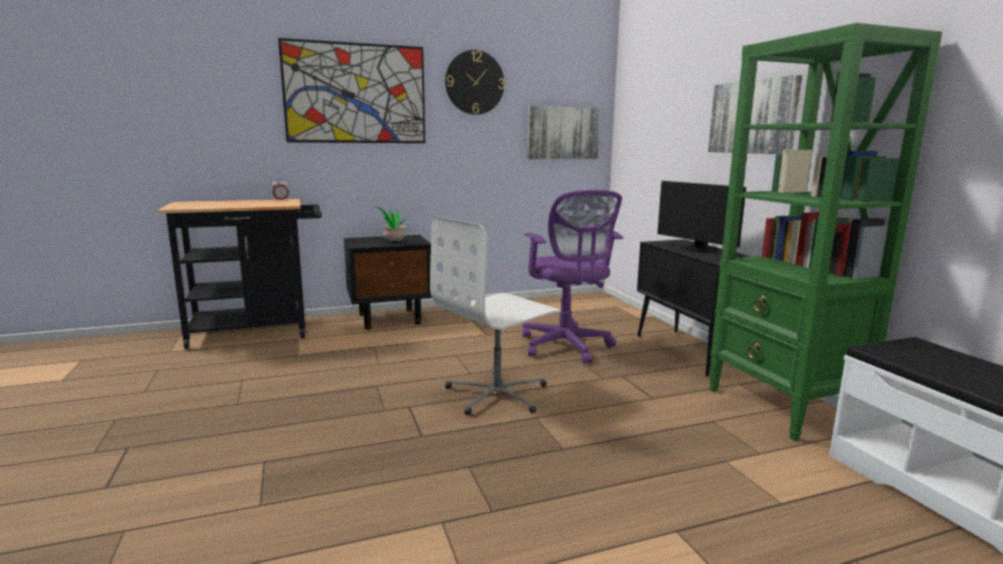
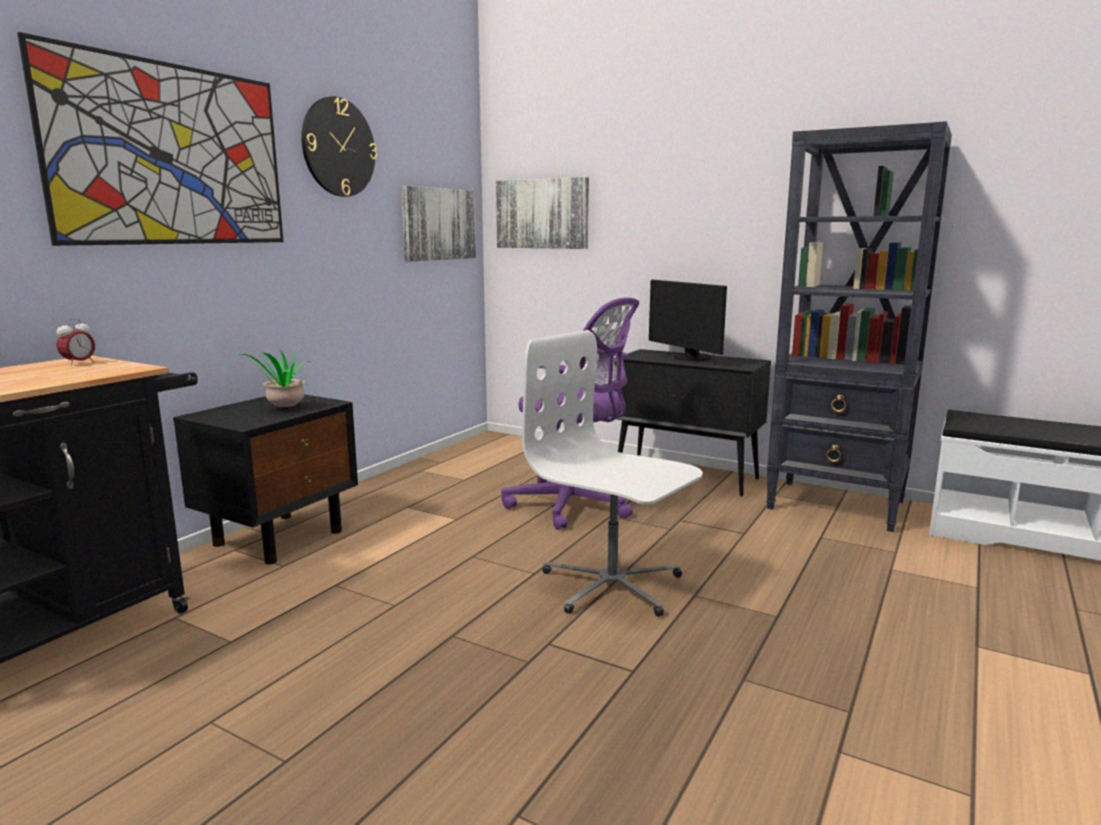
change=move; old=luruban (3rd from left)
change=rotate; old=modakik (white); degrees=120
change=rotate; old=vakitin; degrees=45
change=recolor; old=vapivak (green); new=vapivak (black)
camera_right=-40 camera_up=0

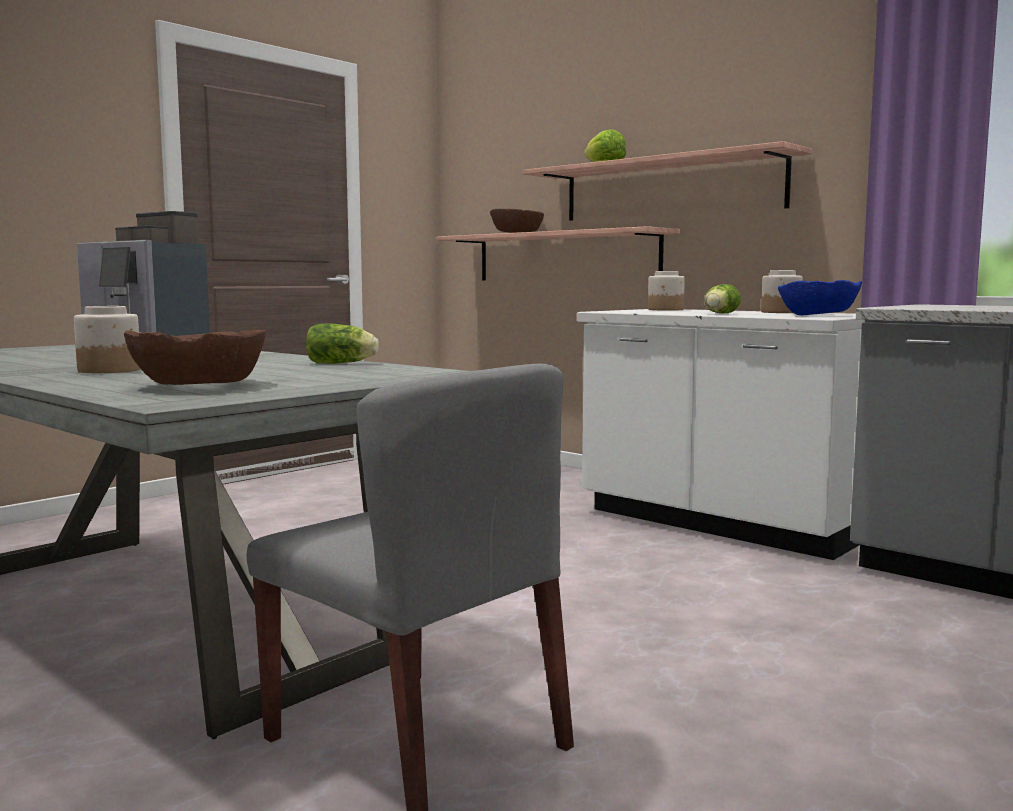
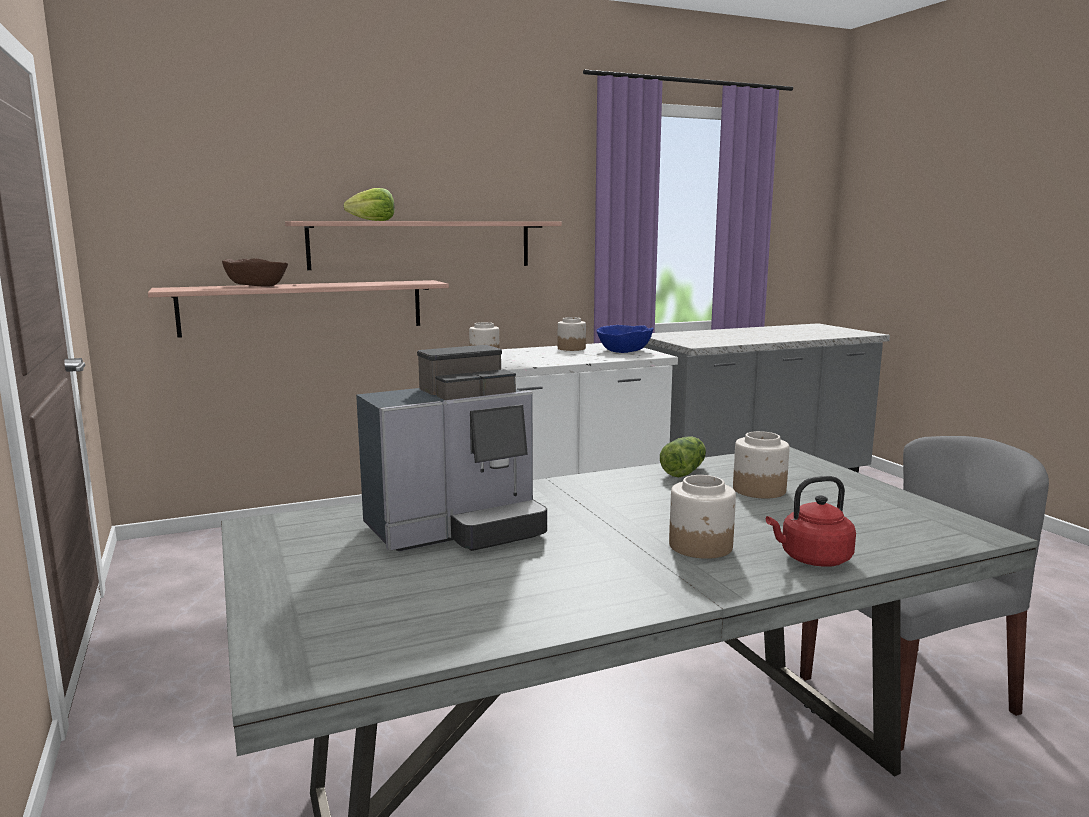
change=insert; new=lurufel (4th from left)
change=insert; new=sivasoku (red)
change=delete; old=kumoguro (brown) (1st from left)
change=delete; old=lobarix (3rd from left)
camera_right=-65 camera_up=5

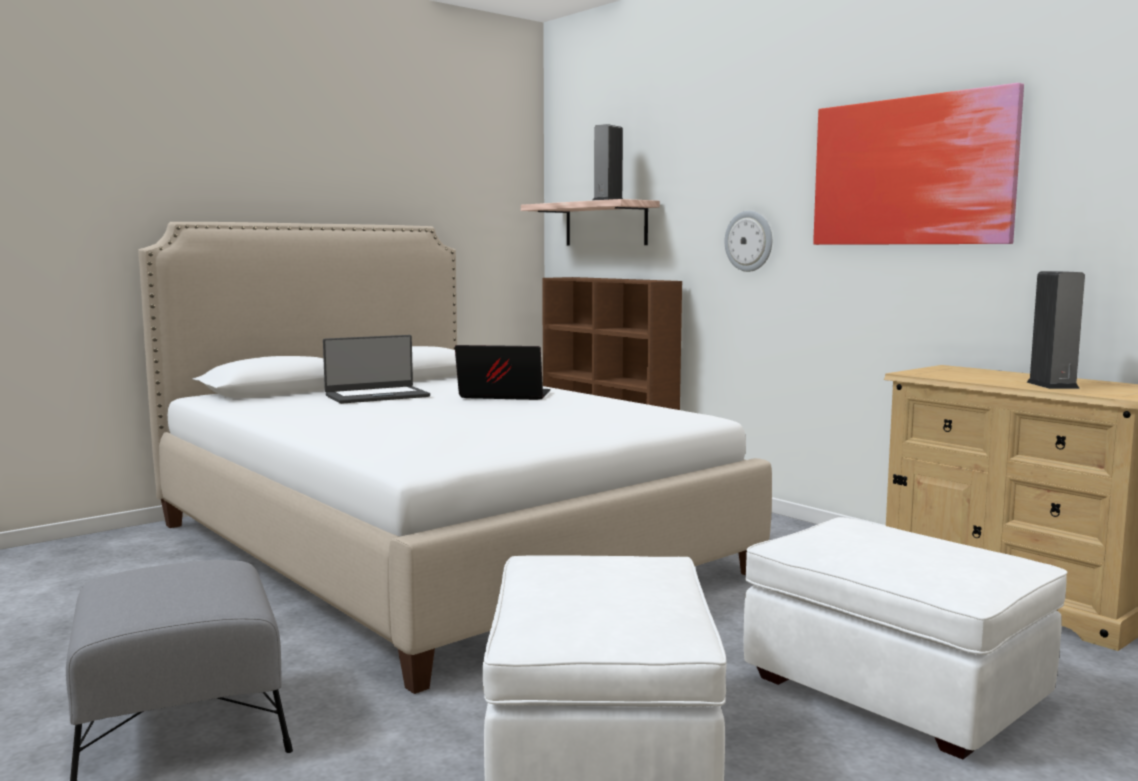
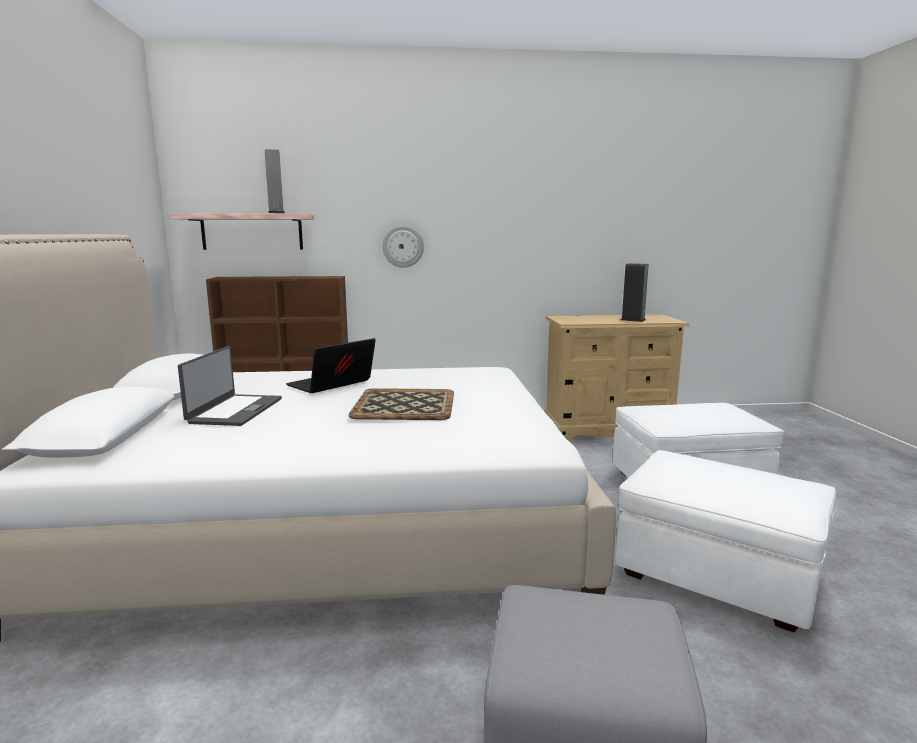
change=insert; new=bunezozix
change=delete; old=luruban
camera_right=-55 camera_up=5

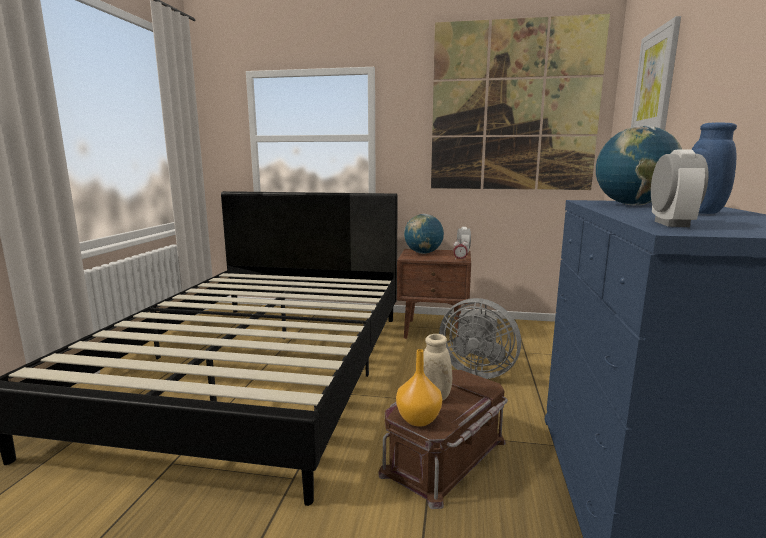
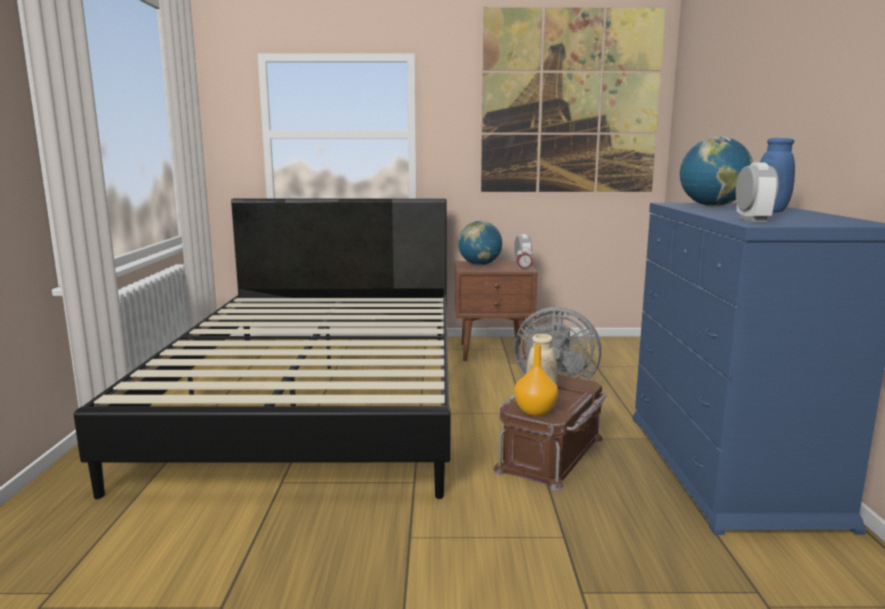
change=delete; old=luruban (2nd from left)
camera_right=-10 camera_up=0

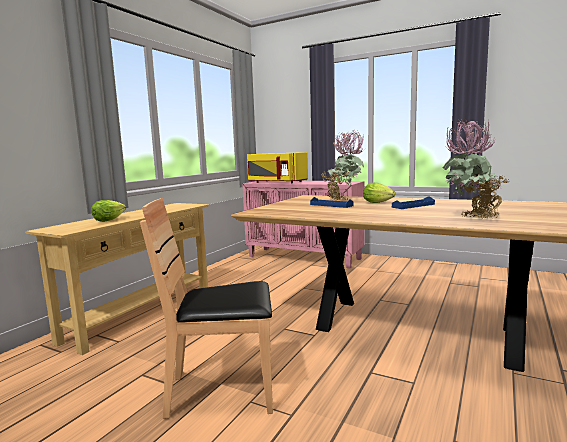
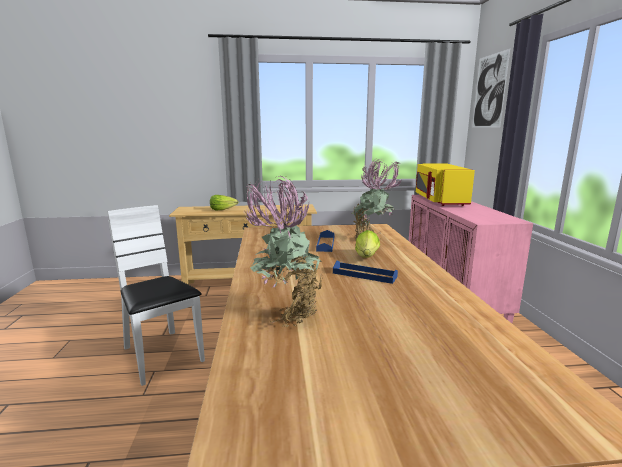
change=recolor; old=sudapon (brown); new=sudapon (white)
change=insert; new=luruban
camera_right=55 camera_up=5

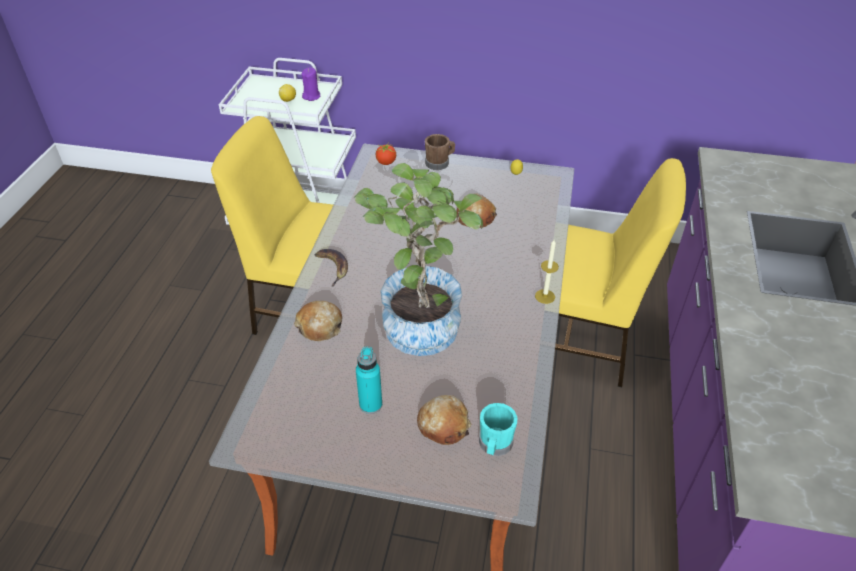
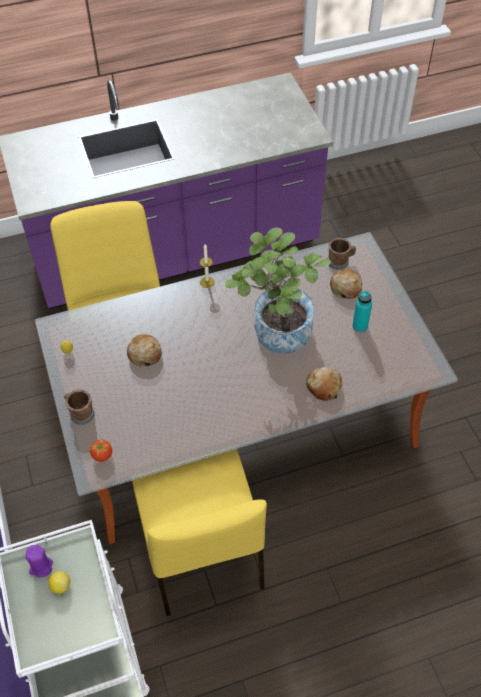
change=recolor; old=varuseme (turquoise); new=varuseme (brown) (2nd from left)
change=delete; old=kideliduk
camera_right=-120 camera_up=10

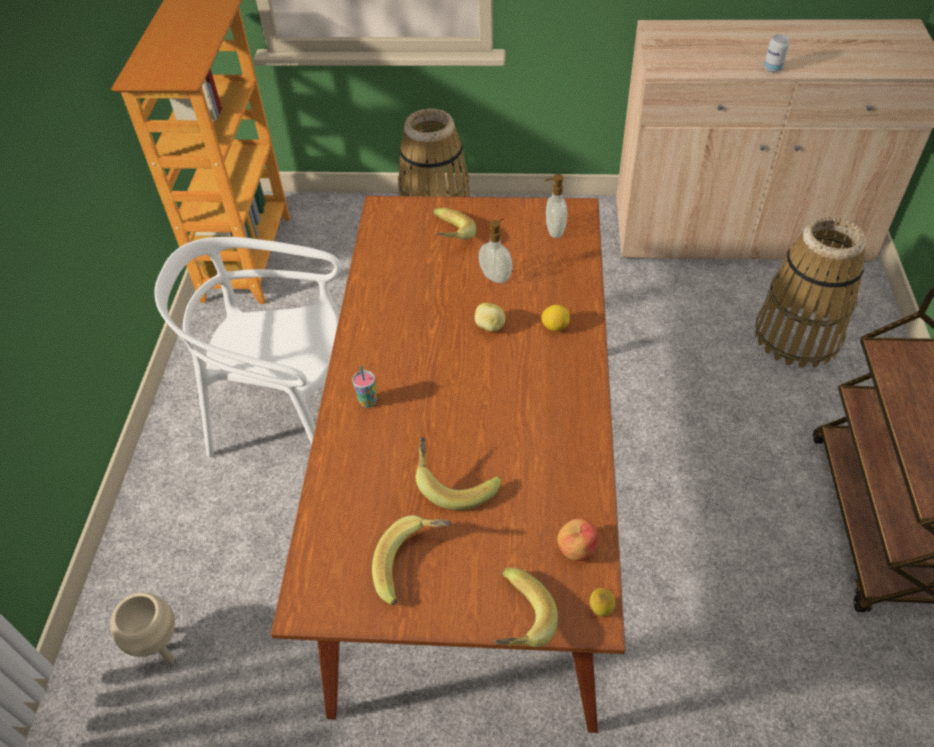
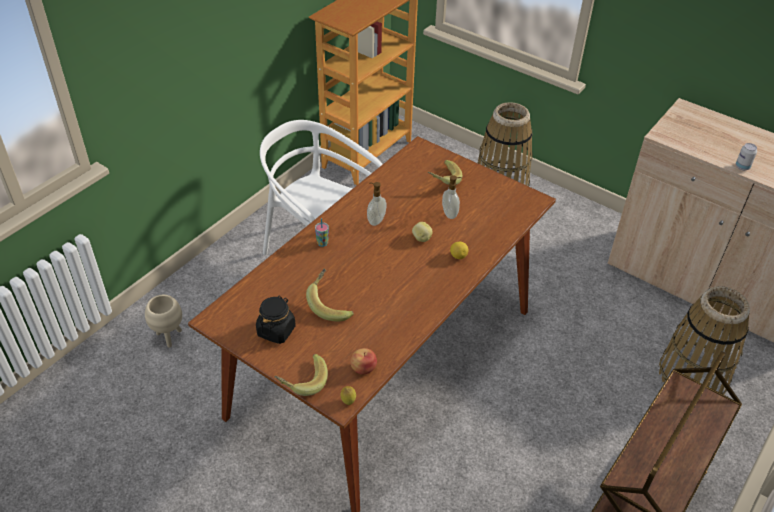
change=replace; old=kideliduk (1st from left); new=lurufel (black)
change=move; old=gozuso (2nd from left in the first image); new=gozuso (1st from left)
camera_right=30 camera_up=-5

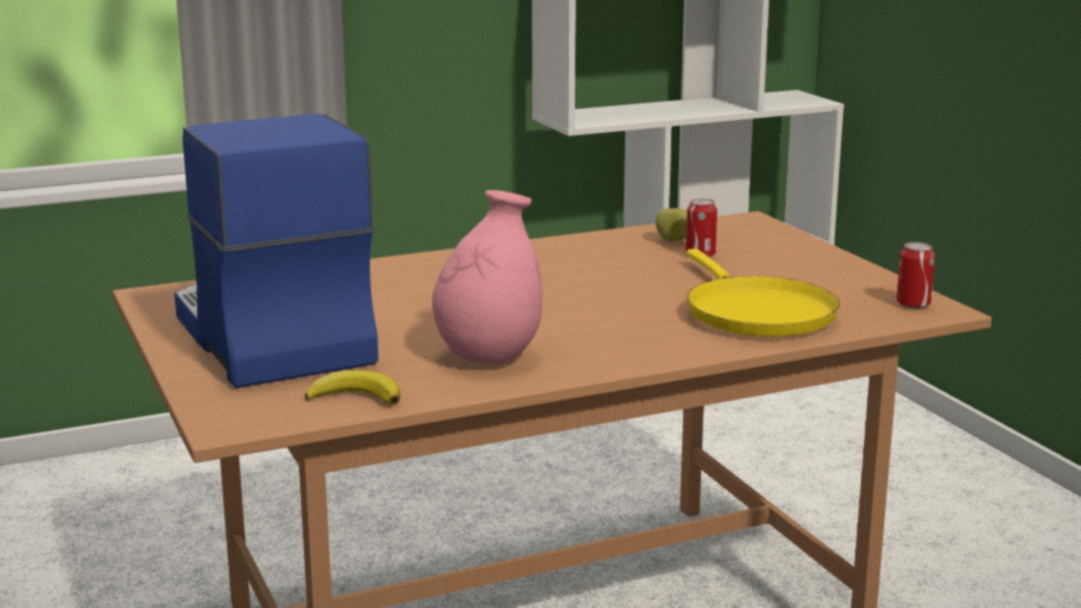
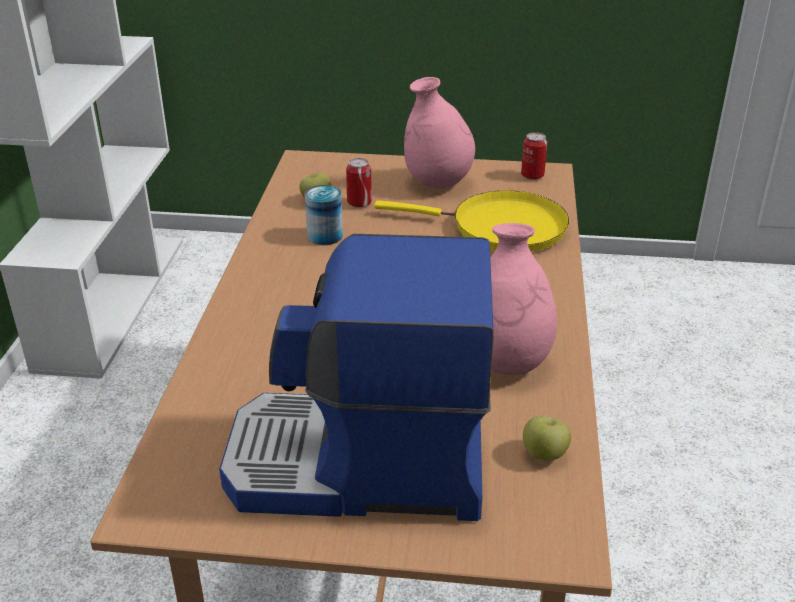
change=insert; new=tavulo (1st from left)
change=insert; new=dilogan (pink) (1st from left)
change=replace; old=kideliduk; new=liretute (2nd from left)
camera_right=-60 camera_up=15

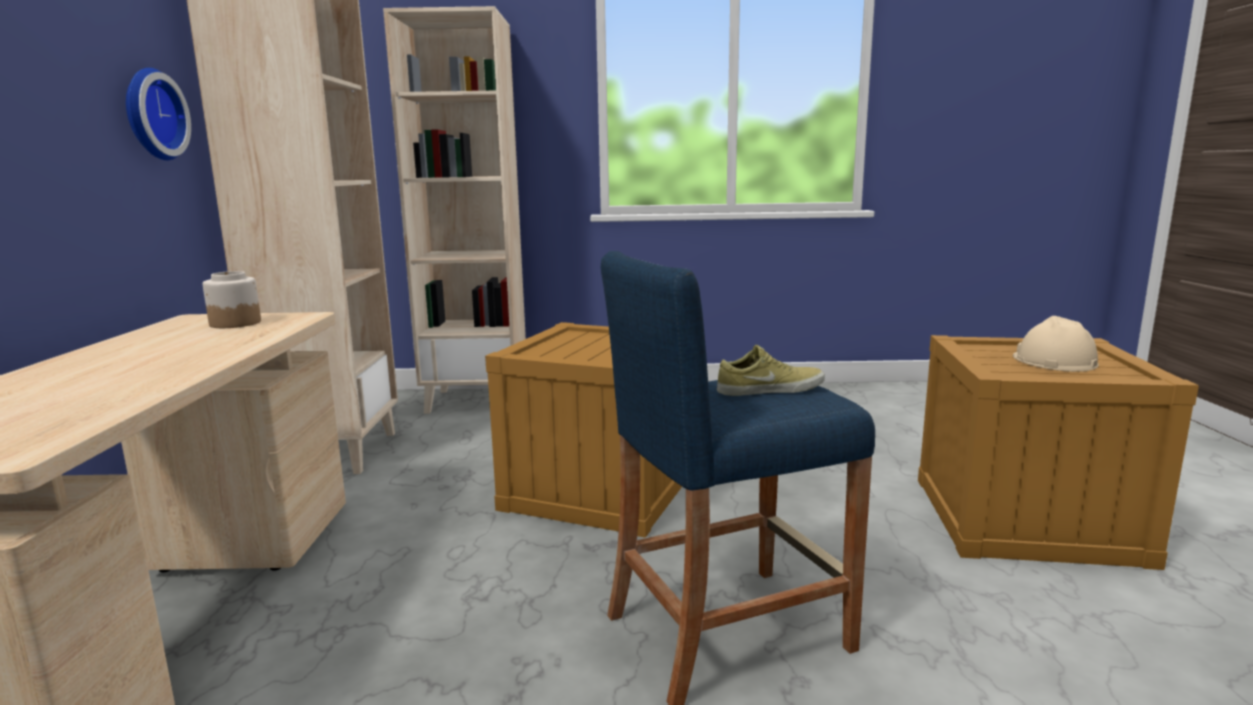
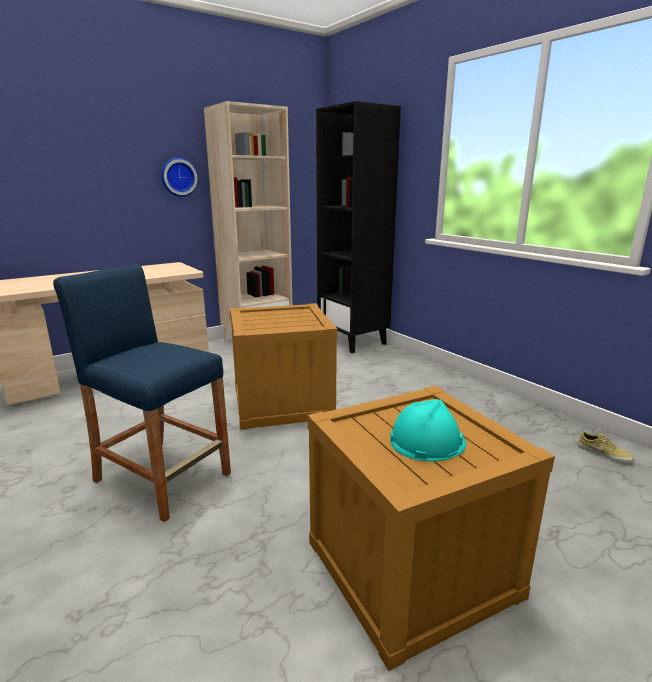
change=recolor; old=vapivak (beige) (2nd from left); new=vapivak (black)
change=recolor; old=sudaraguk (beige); new=sudaraguk (turquoise)
change=move; old=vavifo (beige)
change=delete; old=lurufel
camera_right=55 camera_up=5

